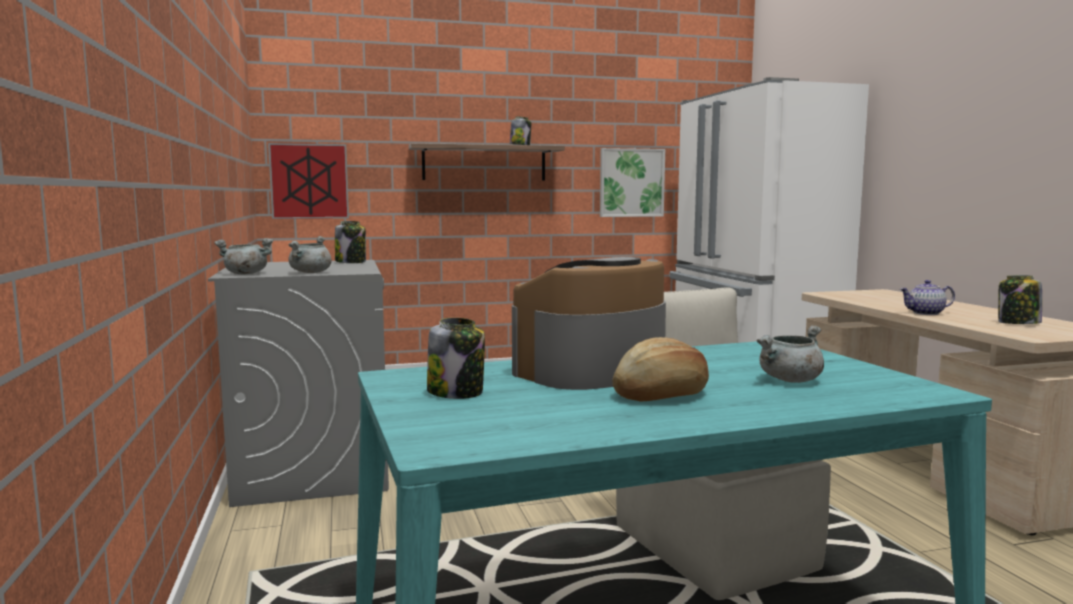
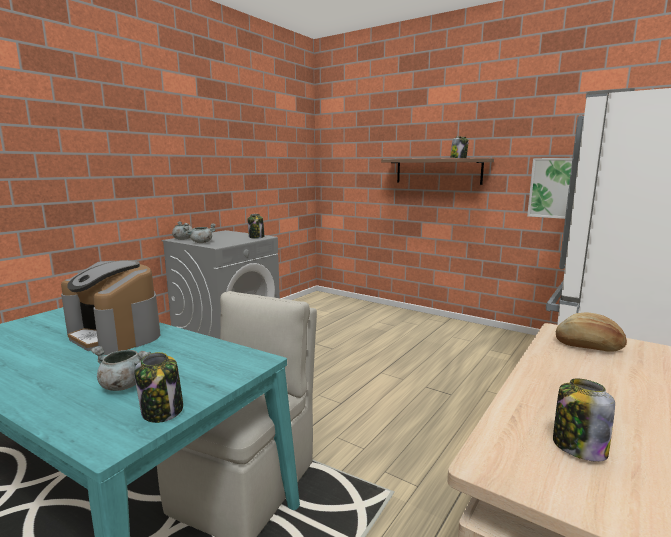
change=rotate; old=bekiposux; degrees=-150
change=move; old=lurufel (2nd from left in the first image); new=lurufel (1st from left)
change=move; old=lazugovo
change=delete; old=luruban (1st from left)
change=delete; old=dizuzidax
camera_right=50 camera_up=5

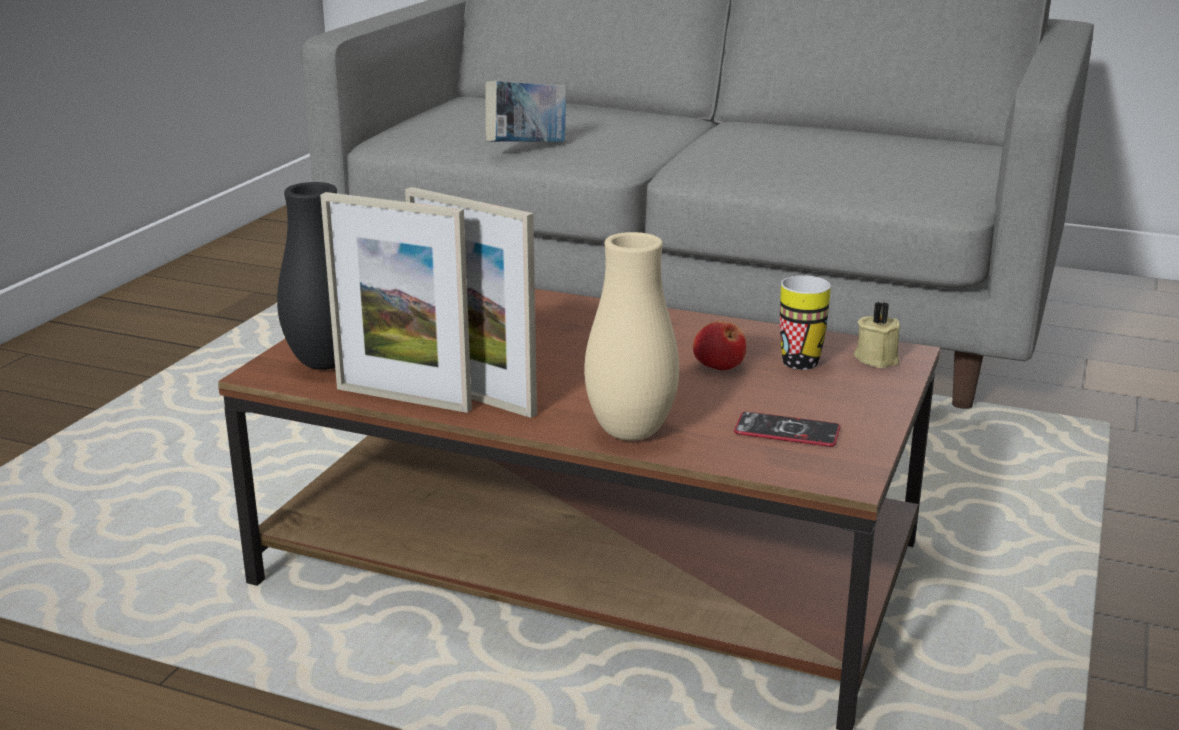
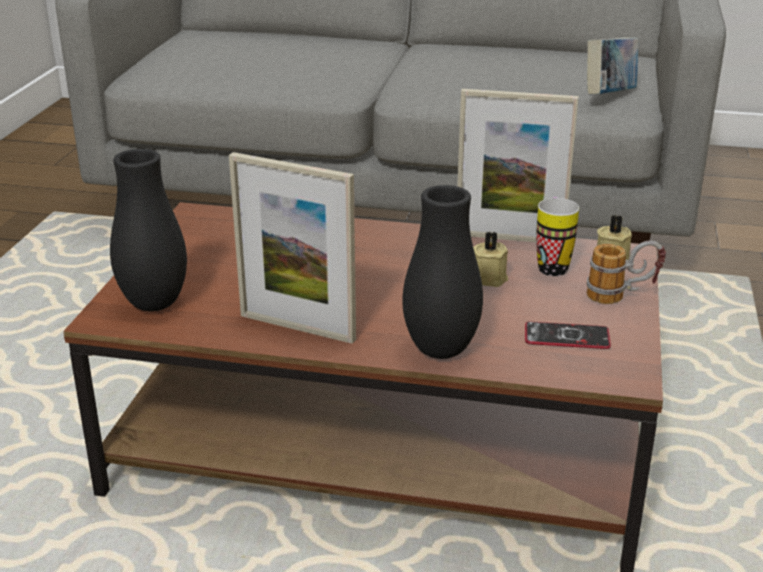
change=recolor; old=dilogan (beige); new=dilogan (black) (2nd from left)
change=move; old=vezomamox (1st from left in the first image); new=vezomamox (2nd from left)
change=replace; old=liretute; new=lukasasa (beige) (1st from left)
change=insert; new=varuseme (2nd from left)
change=move; old=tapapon
camera_right=-10 camera_up=5

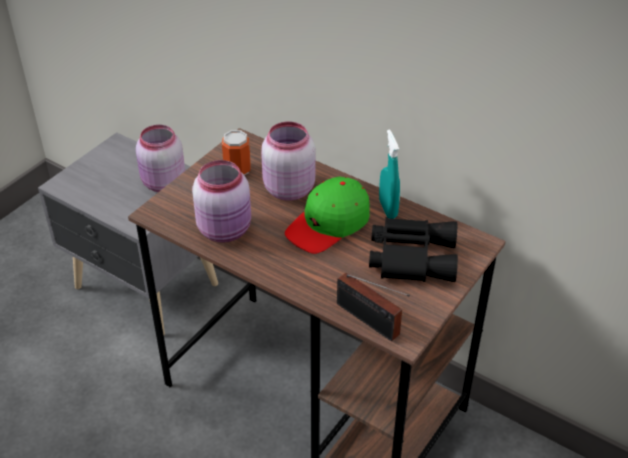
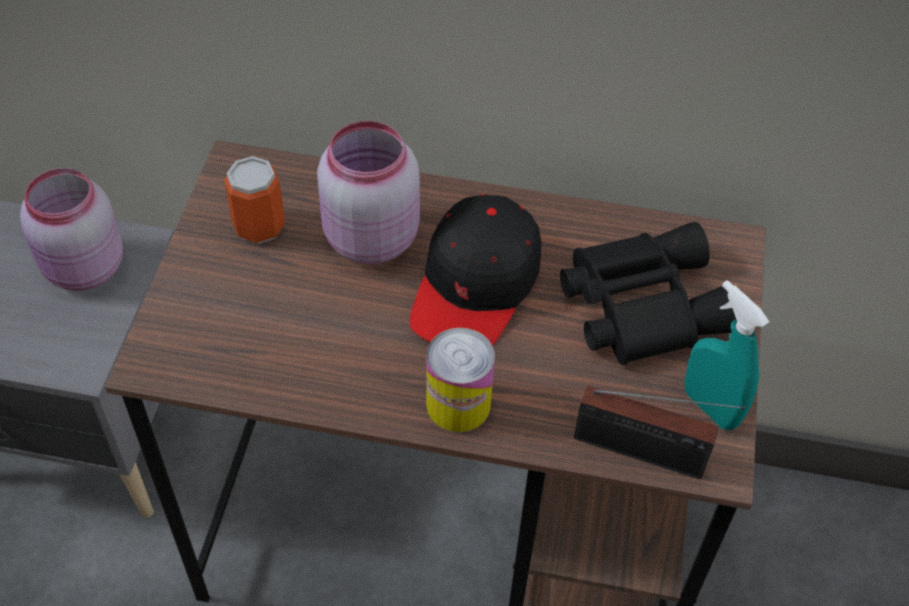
change=recolor; old=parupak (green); new=parupak (black)
change=insert; new=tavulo (2nd from left)
change=move; old=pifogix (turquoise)
change=delete; old=lurufel (pink) (2nd from left)
camera_right=-25 camera_up=10

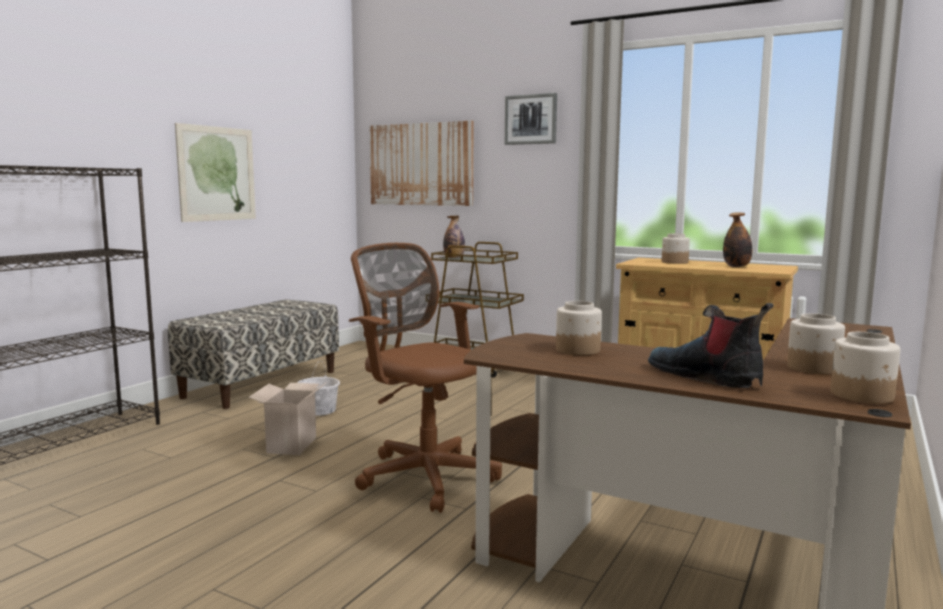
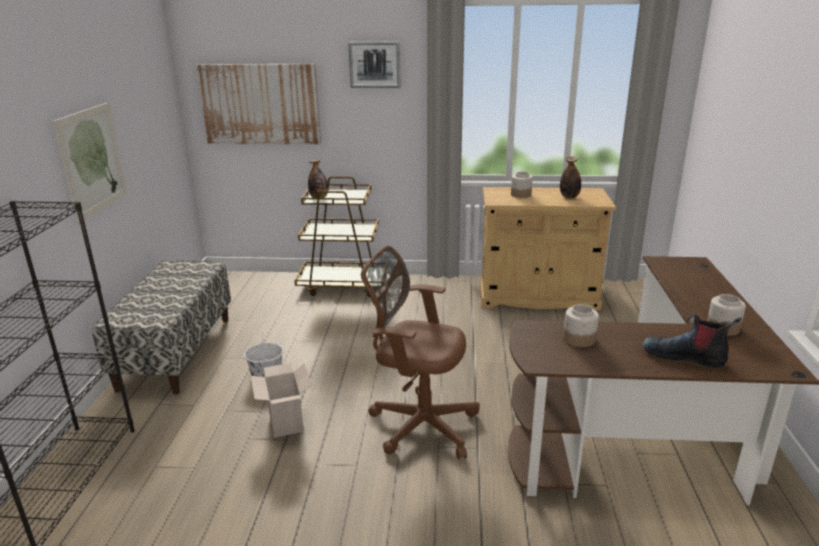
change=delete; old=lurufel (4th from left)
camera_right=-25 camera_up=15

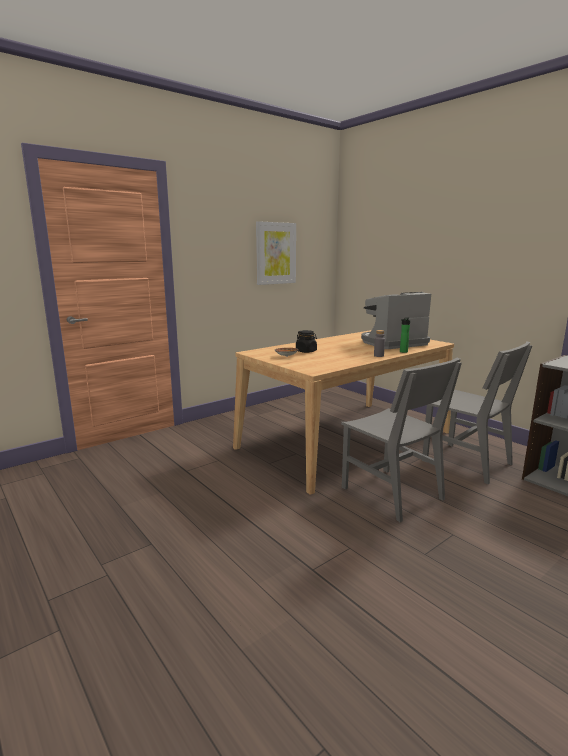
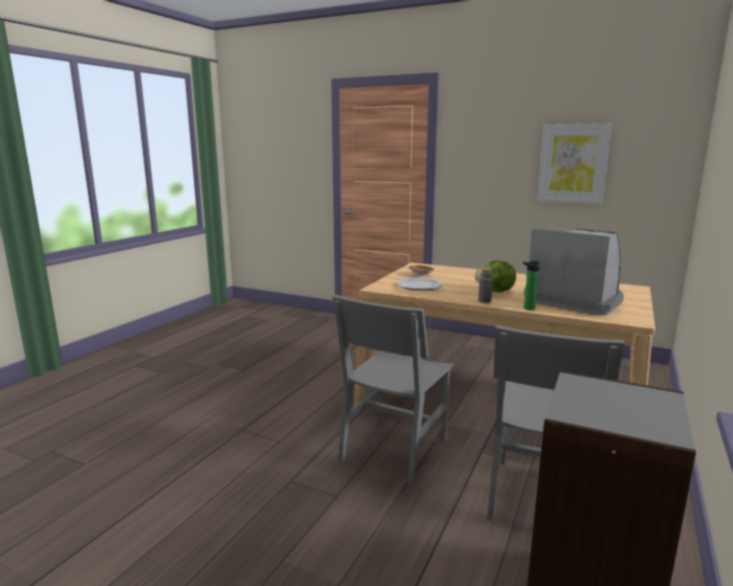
change=insert; new=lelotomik
change=insert; new=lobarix
change=delete; old=lurufel (black)
camera_right=65 camera_up=0

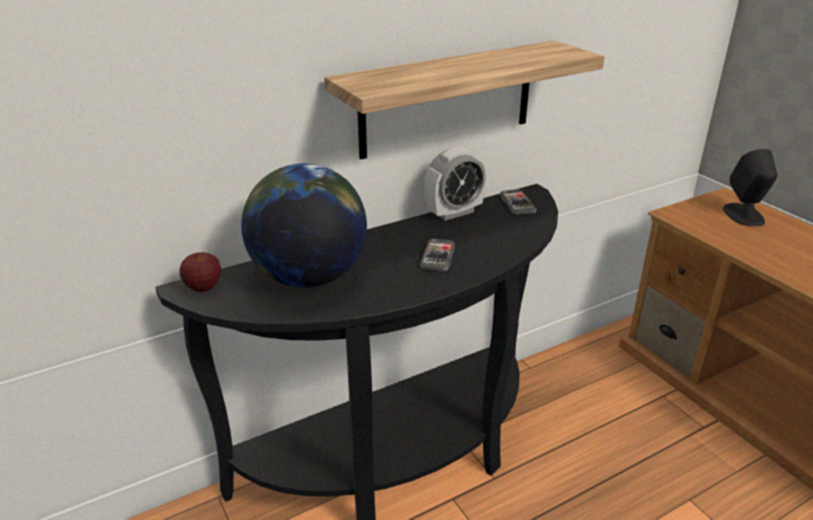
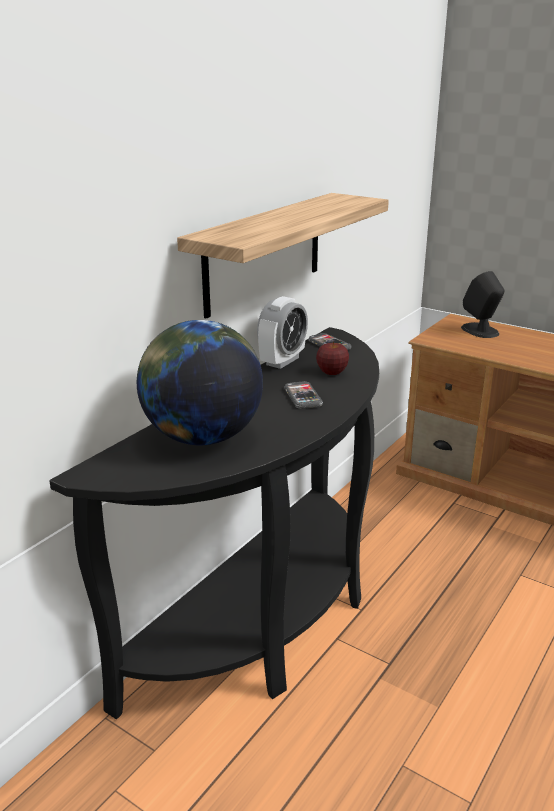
change=move; old=liretute
camera_right=-25 camera_up=-5

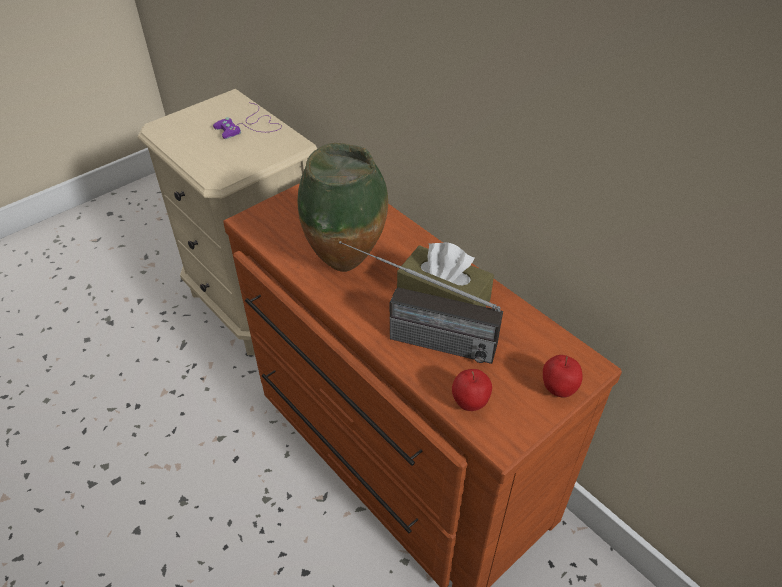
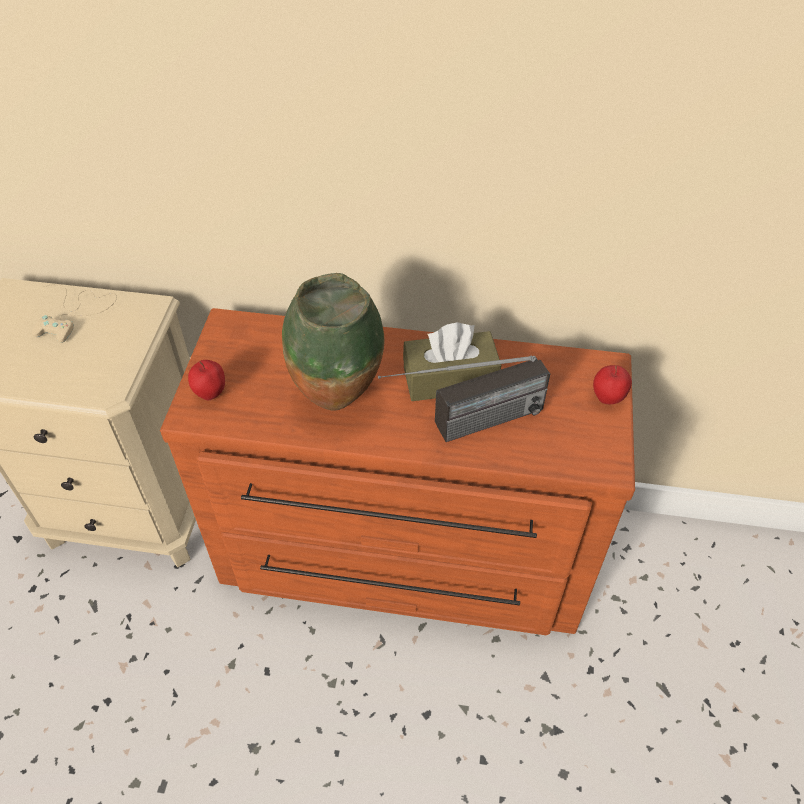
change=recolor; old=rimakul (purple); new=rimakul (beige)
change=move; old=liretute (1st from left)
camera_right=-40 camera_up=5

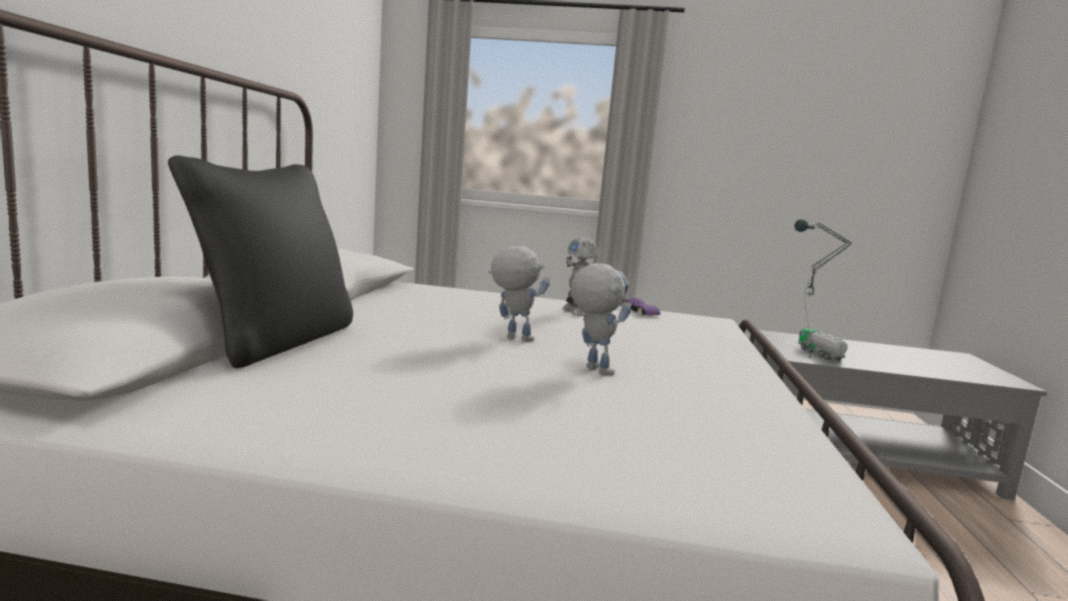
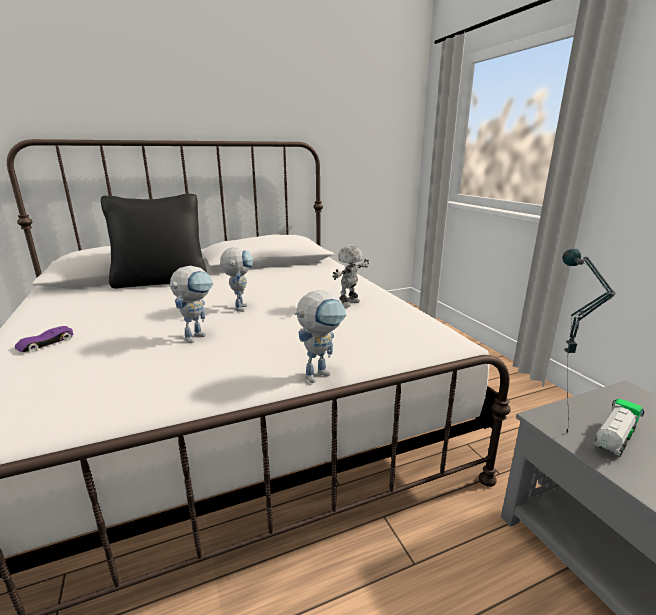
change=move; old=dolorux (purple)
change=insert; new=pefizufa (3rd from left)
camera_right=60 camera_up=10

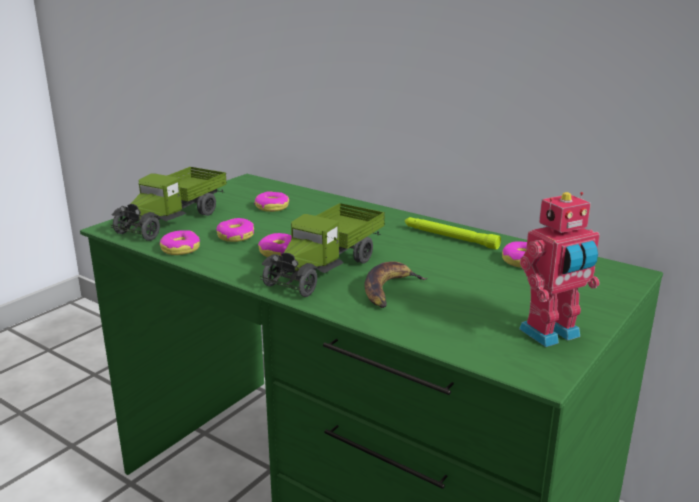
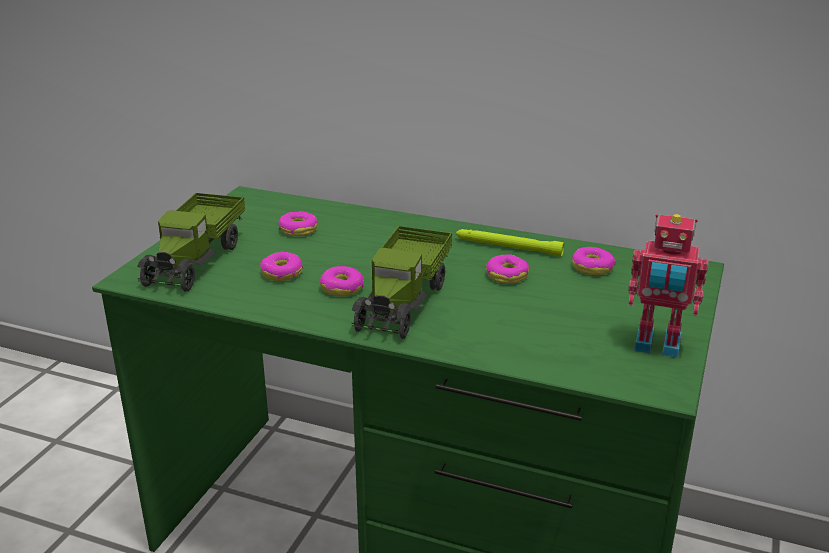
change=move; old=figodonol (1st from left in the first image); new=figodonol (4th from left)
change=rotate; old=pefizufa; degrees=60
change=delete; old=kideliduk
camera_right=-15 camera_up=5

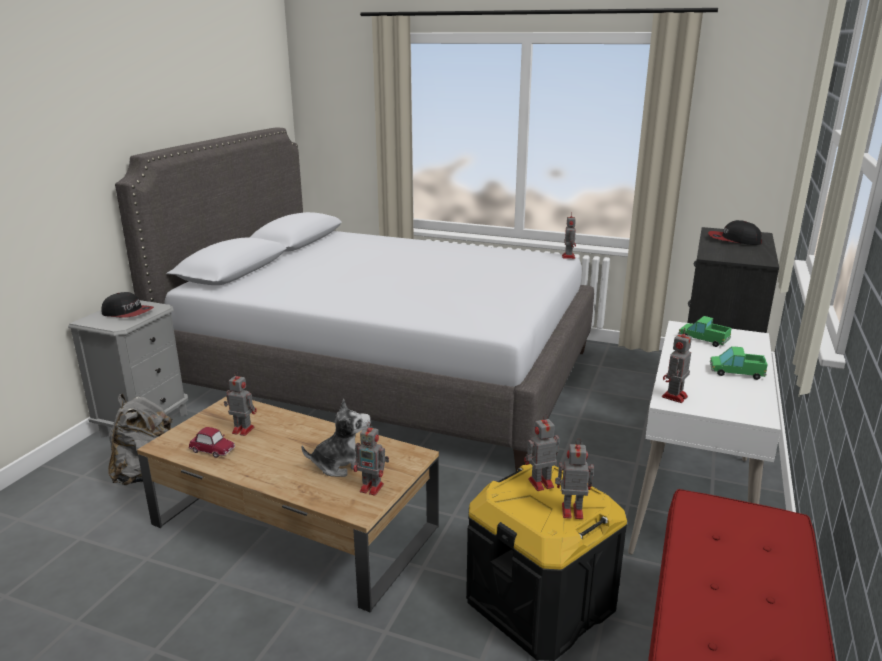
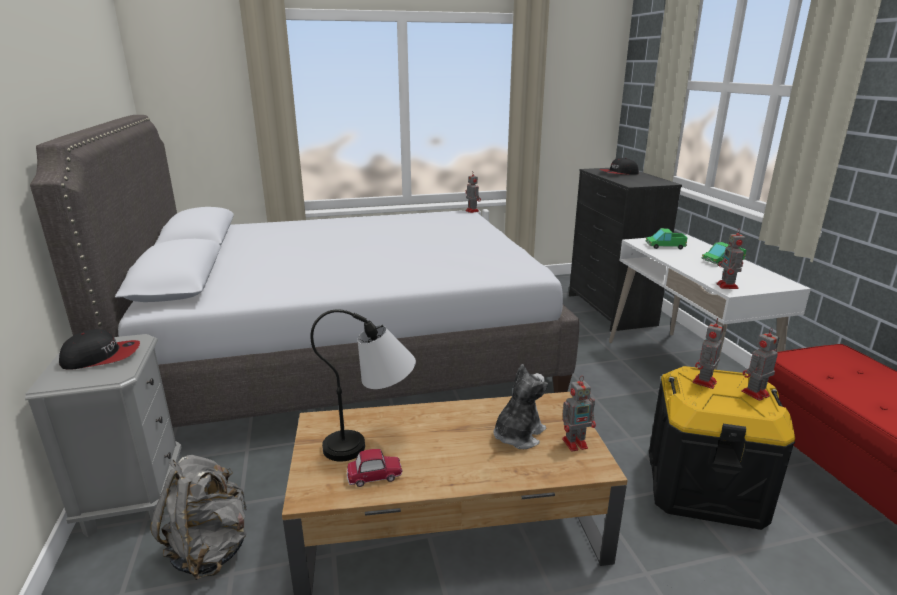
change=replace; old=pefizufa (1st from left); new=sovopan
camera_right=-35 camera_up=0

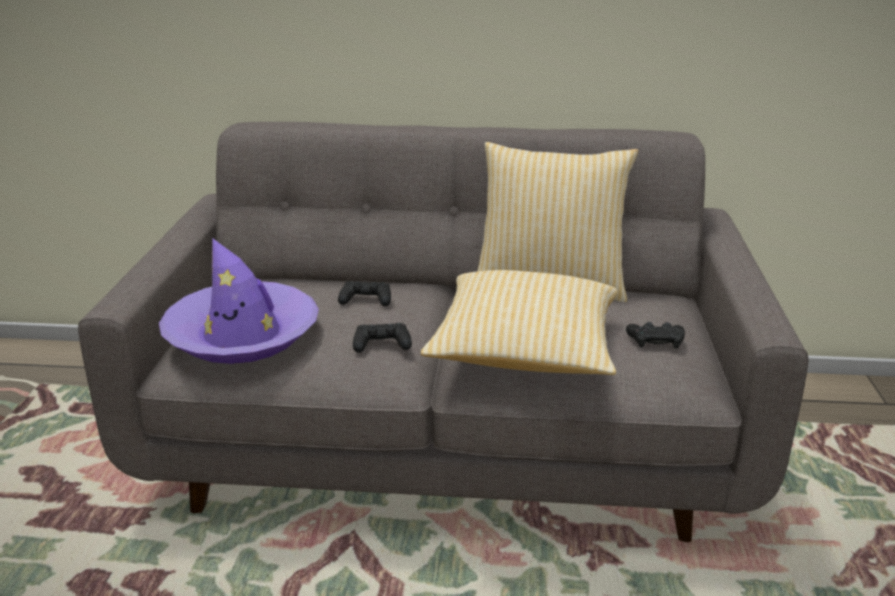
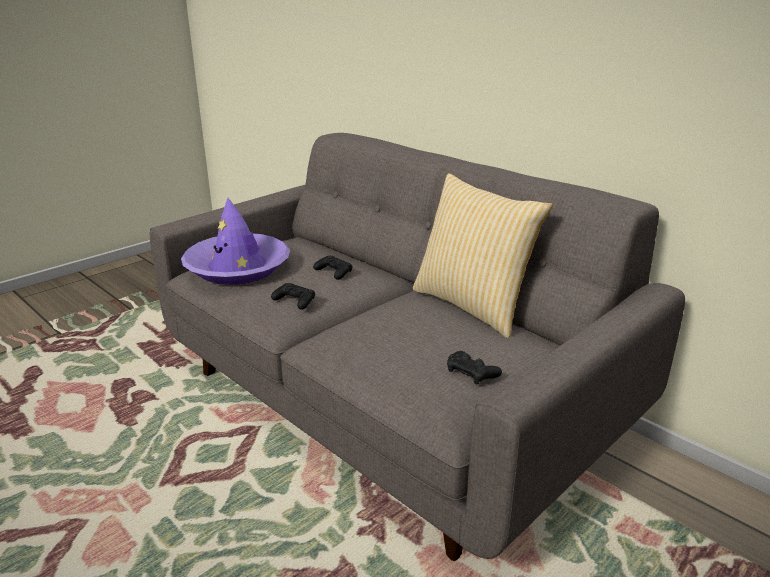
change=delete; old=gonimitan (1st from left)
camera_right=40 camera_up=0

